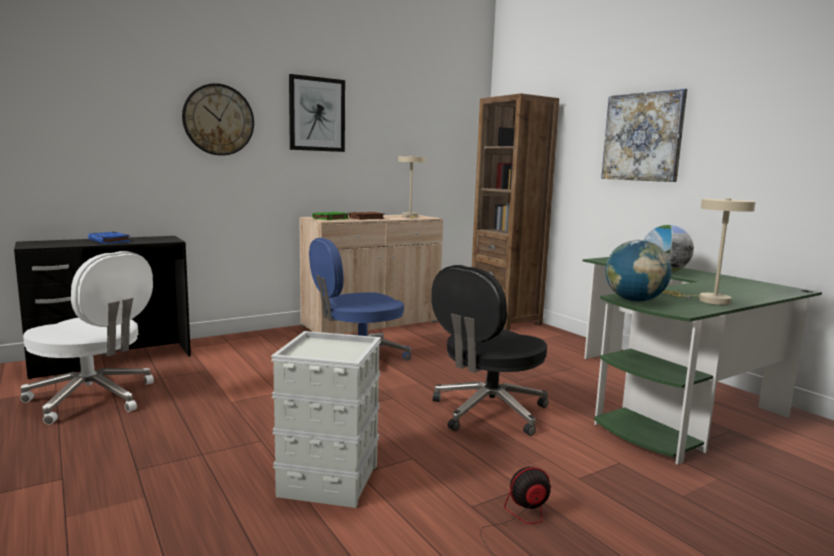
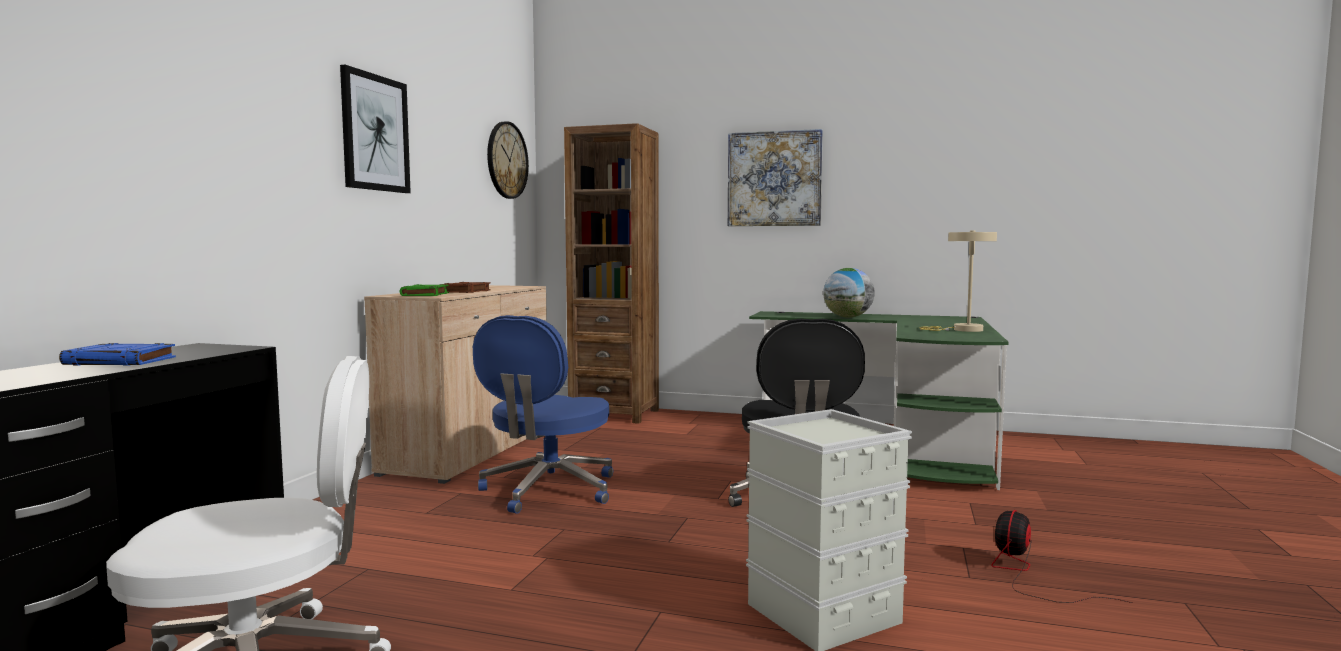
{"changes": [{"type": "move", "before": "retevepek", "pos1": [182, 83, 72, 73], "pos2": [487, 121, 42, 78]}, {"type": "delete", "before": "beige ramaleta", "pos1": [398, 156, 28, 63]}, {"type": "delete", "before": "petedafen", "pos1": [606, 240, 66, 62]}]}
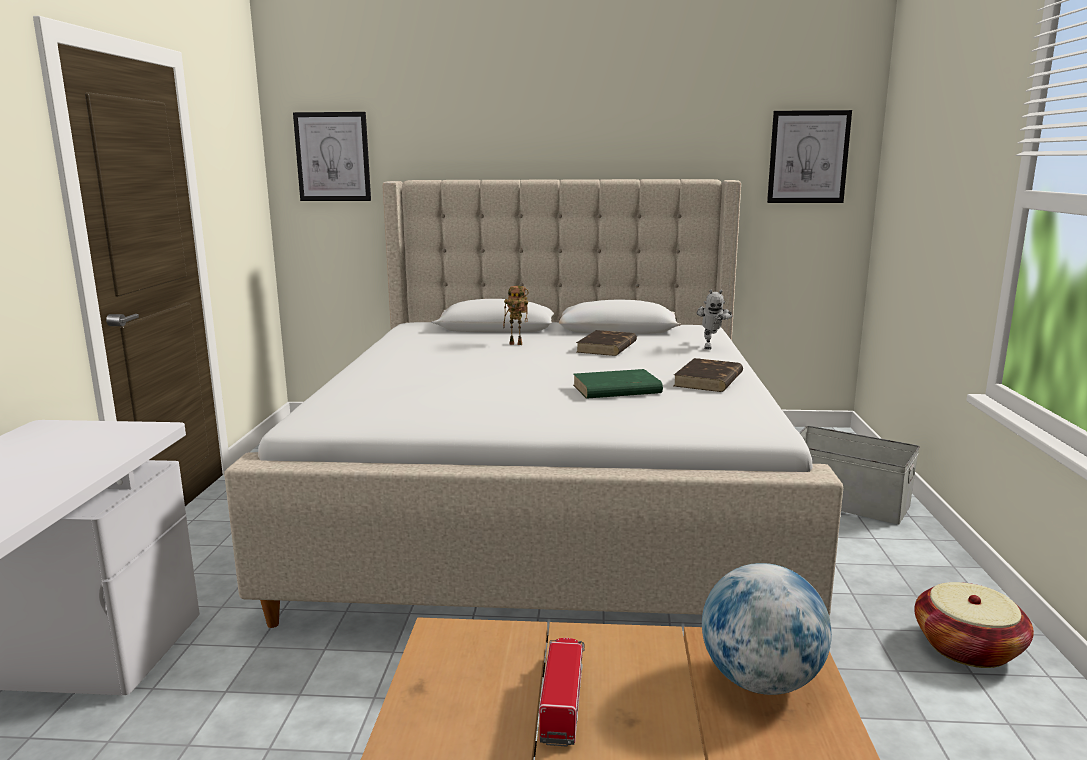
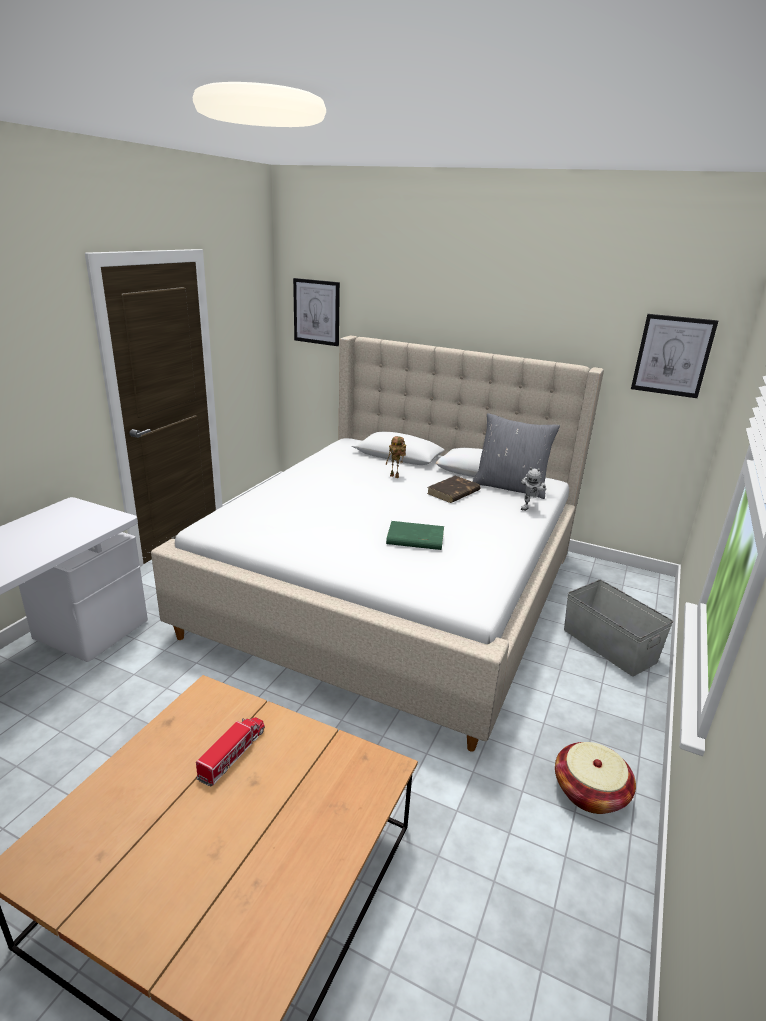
{"changes": [{"type": "delete", "before": "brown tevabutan", "pos1": [674, 358, 69, 34]}, {"type": "delete", "before": "petedafen", "pos1": [702, 563, 130, 132]}, {"type": "insert", "after": "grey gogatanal", "pos2": [473, 413, 87, 86]}]}
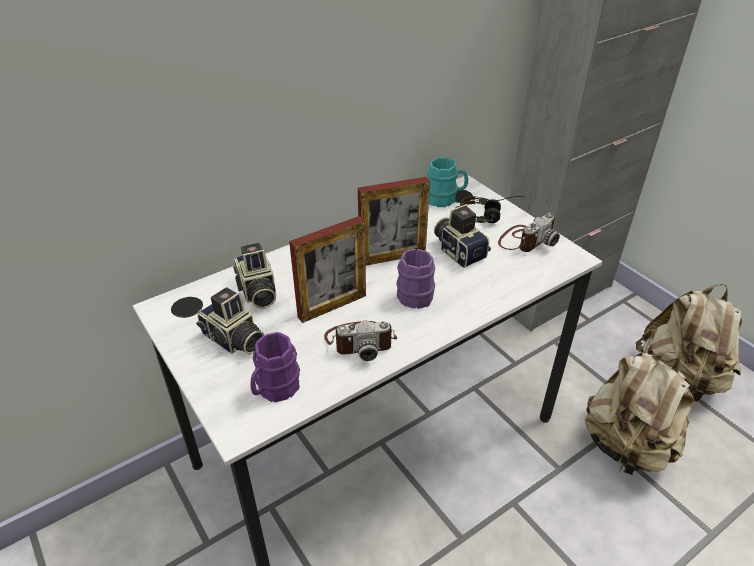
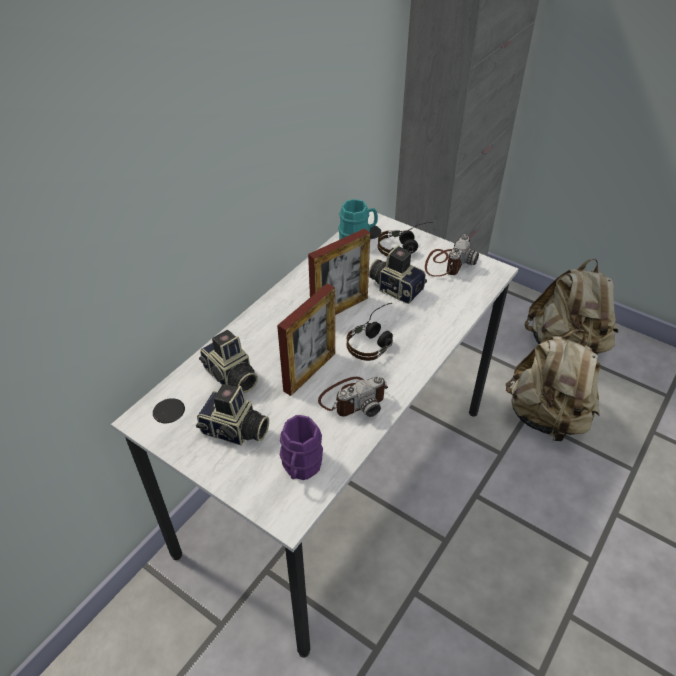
{"changes": [{"type": "replace", "before": "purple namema", "after": "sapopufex", "pos1": [396, 249, 39, 60], "pos2": [347, 303, 46, 58]}]}
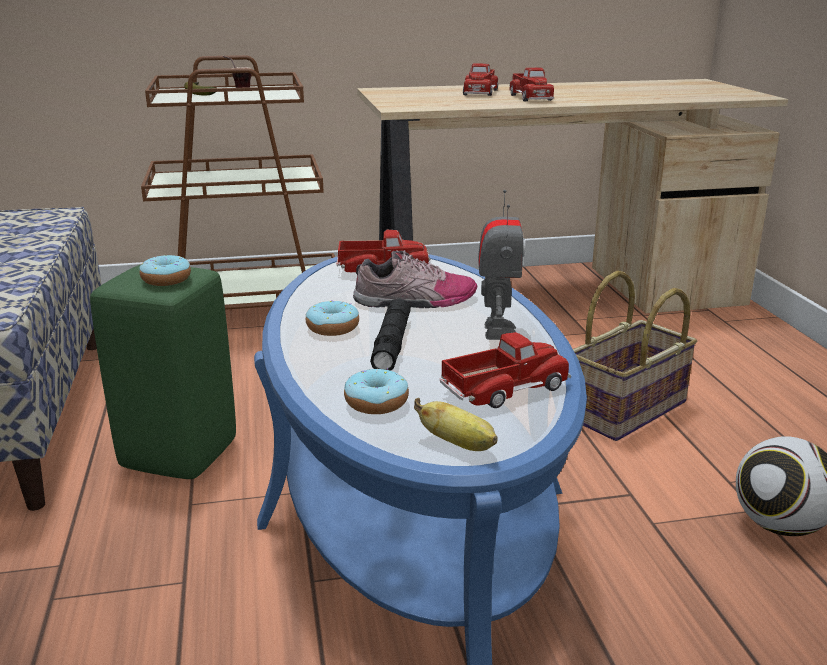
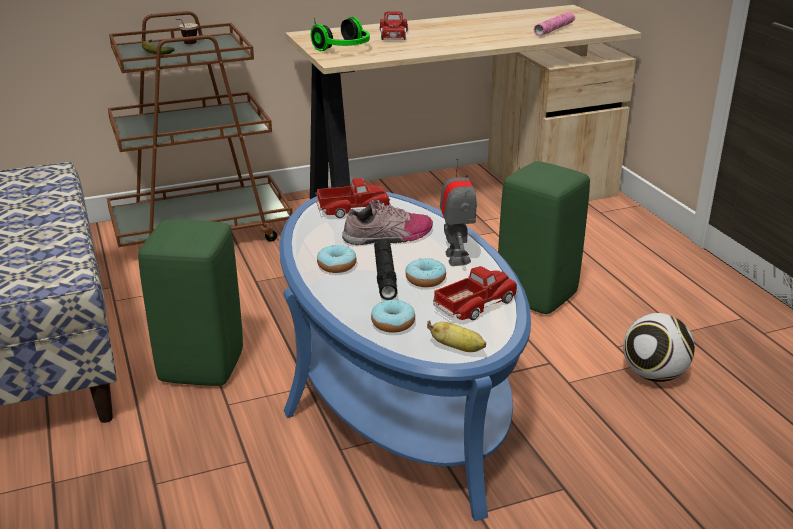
{"changes": [{"type": "move", "before": "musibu", "pos1": [139, 255, 52, 31], "pos2": [405, 258, 41, 29]}, {"type": "delete", "before": "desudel", "pos1": [509, 68, 45, 33]}, {"type": "replace", "before": "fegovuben", "after": "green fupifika", "pos1": [573, 271, 124, 170], "pos2": [498, 161, 92, 153]}, {"type": "insert", "after": "sapopufex", "pos2": [311, 17, 59, 34]}, {"type": "insert", "after": "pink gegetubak", "pos2": [534, 12, 41, 24]}]}
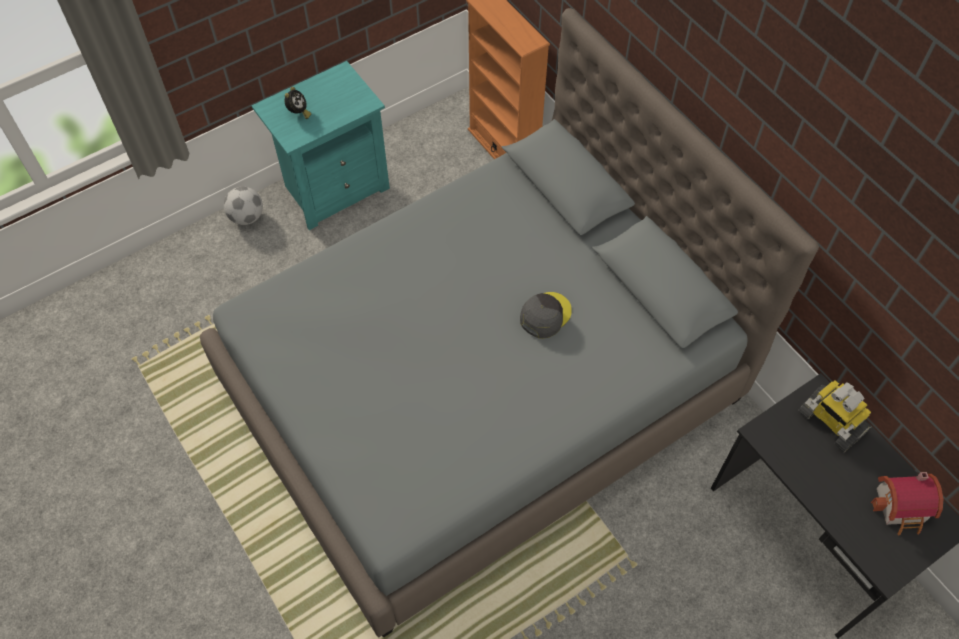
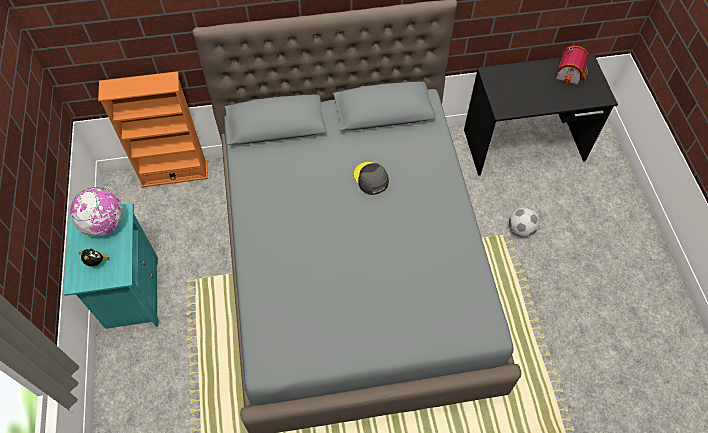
{"changes": [{"type": "move", "before": "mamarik", "pos1": [224, 187, 39, 38], "pos2": [509, 207, 31, 30]}, {"type": "delete", "before": "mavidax", "pos1": [798, 380, 73, 72]}, {"type": "insert", "after": "petedafen", "pos2": [70, 187, 53, 50]}]}
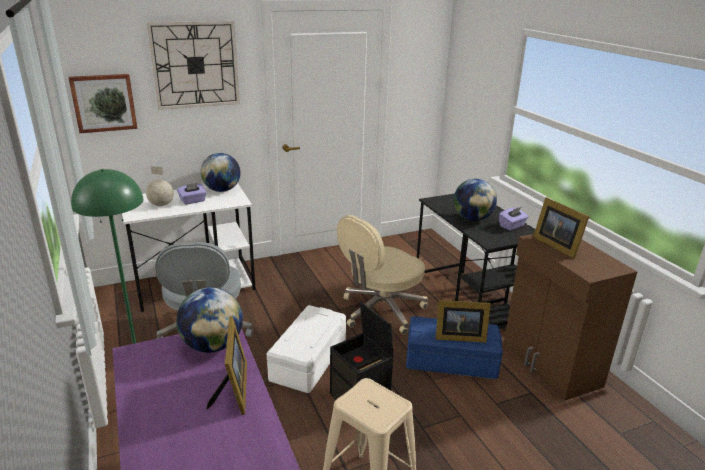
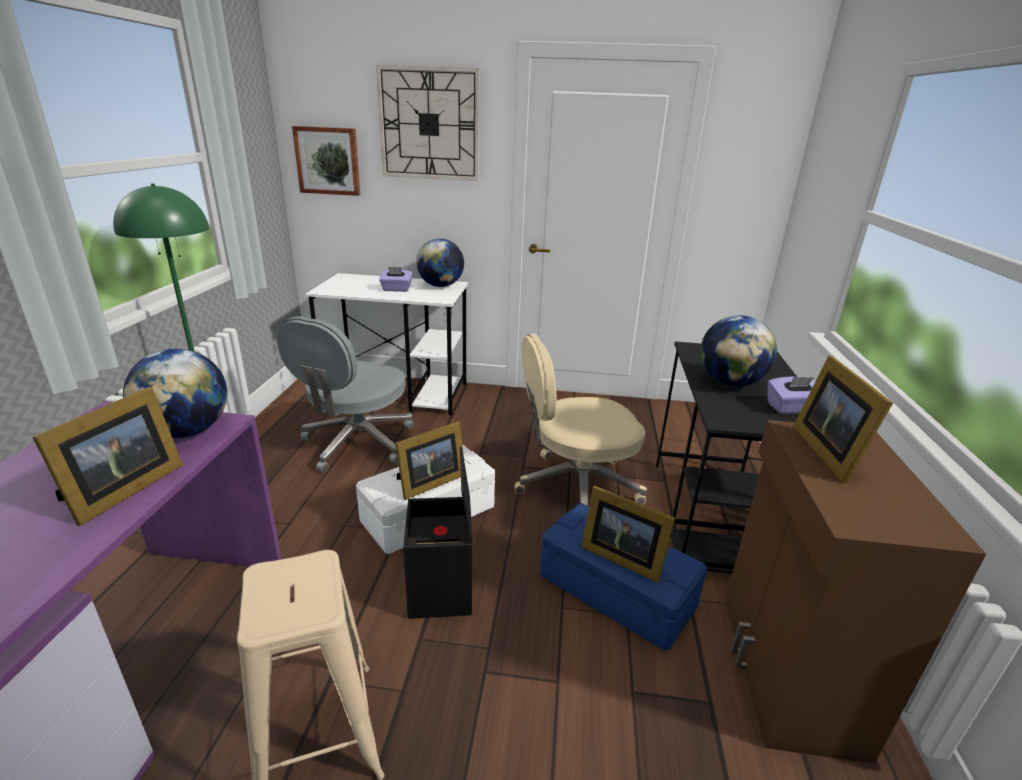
{"changes": [{"type": "delete", "before": "petedafen", "pos1": [146, 166, 28, 40]}, {"type": "insert", "after": "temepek", "pos2": [395, 421, 69, 79]}]}
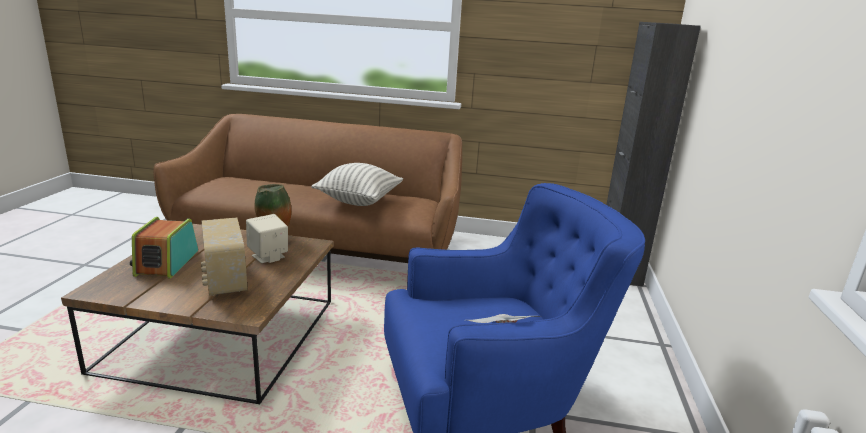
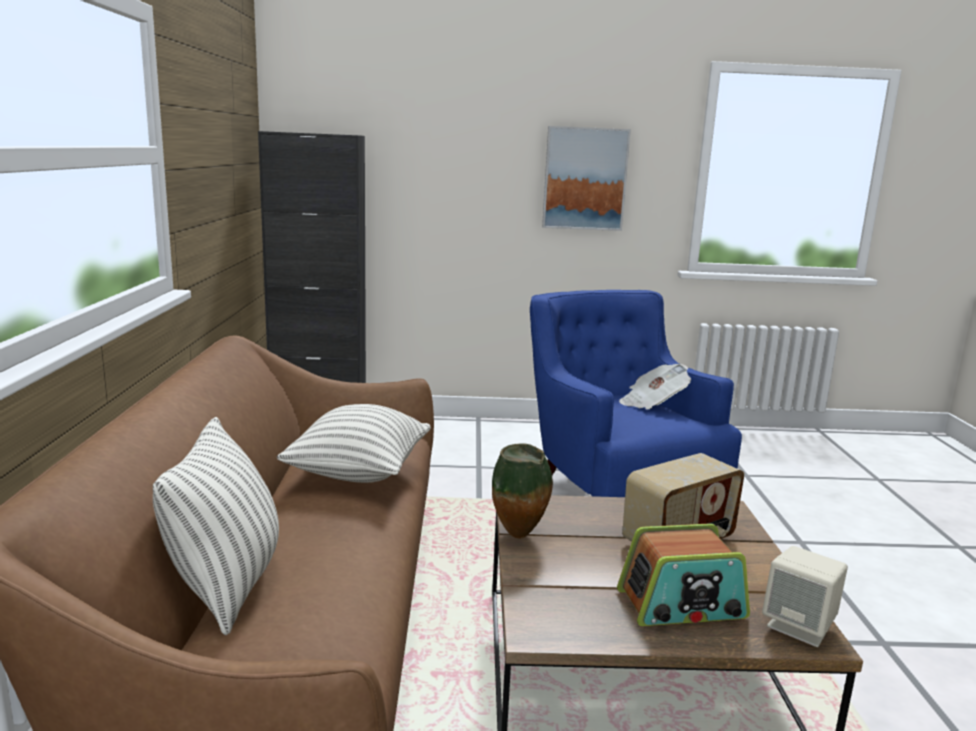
{"changes": [{"type": "move", "before": "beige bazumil", "pos1": [246, 214, 42, 49], "pos2": [762, 546, 86, 101]}, {"type": "insert", "after": "gogatanal", "pos2": [153, 417, 126, 218]}, {"type": "insert", "after": "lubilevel", "pos2": [542, 126, 89, 105]}]}
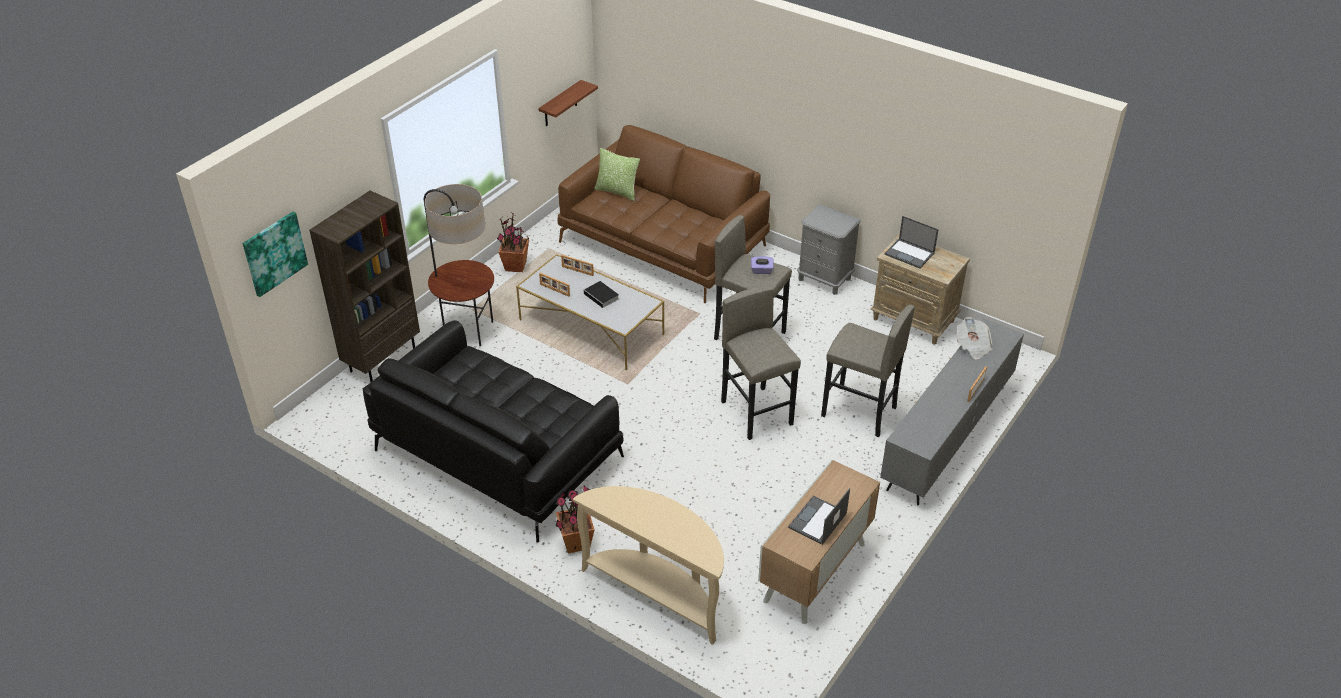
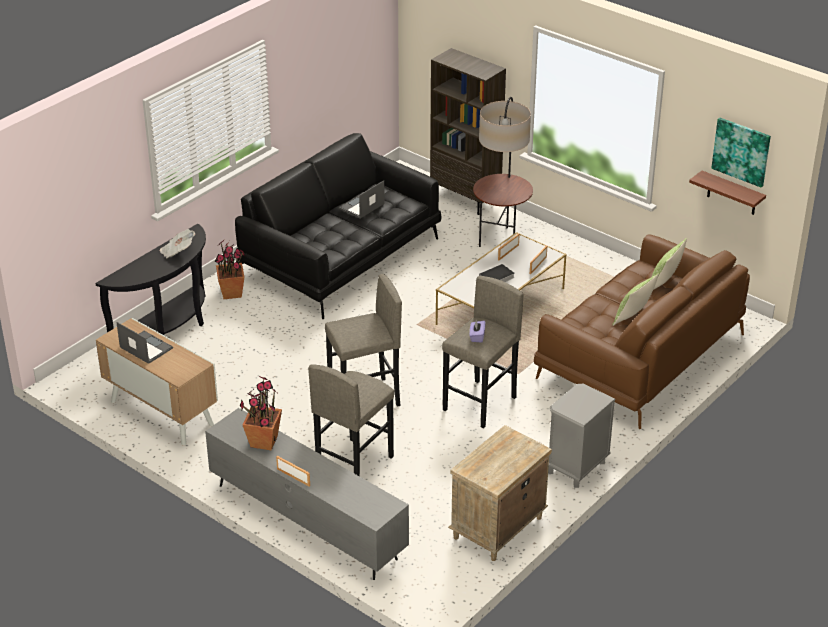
{"changes": [{"type": "move", "before": "lubilevel", "pos1": [243, 211, 65, 86], "pos2": [711, 118, 60, 70]}, {"type": "move", "before": "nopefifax", "pos1": [497, 213, 32, 59], "pos2": [240, 376, 42, 74]}, {"type": "recolor", "before": "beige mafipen", "after": "black mafipen", "pos1": [573, 486, 151, 159], "pos2": [96, 224, 110, 112]}, {"type": "move", "before": "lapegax", "pos1": [885, 216, 54, 52], "pos2": [339, 181, 46, 38]}, {"type": "move", "before": "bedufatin", "pos1": [957, 317, 36, 43], "pos2": [160, 229, 35, 29]}, {"type": "insert", "after": "gogatanal", "pos2": [612, 273, 47, 53]}]}
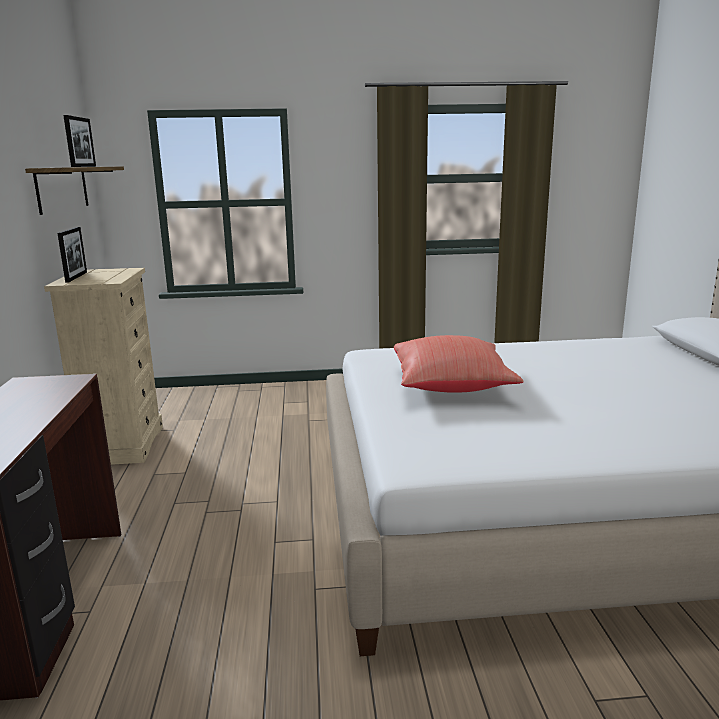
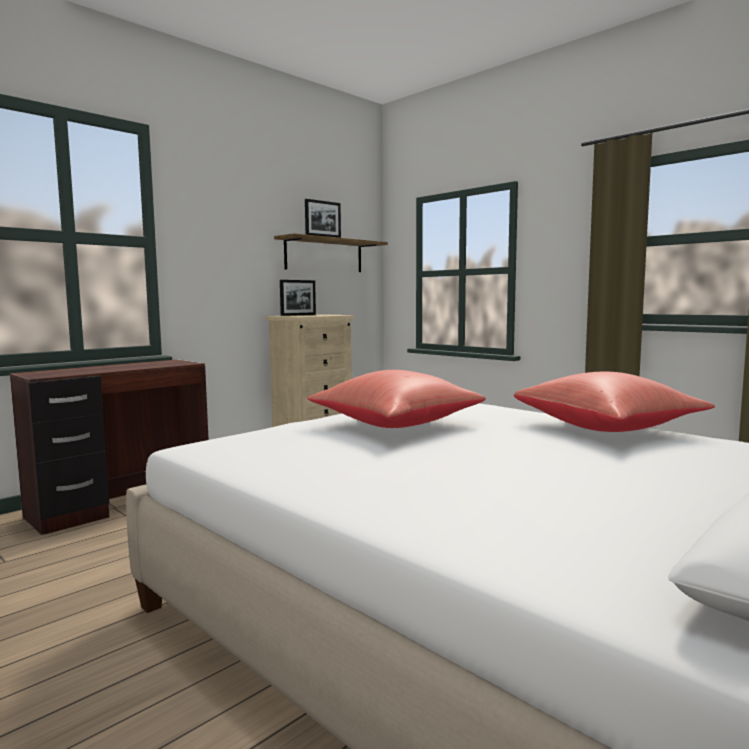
{"changes": [{"type": "insert", "after": "red gogatanal", "pos2": [514, 372, 201, 60]}]}
